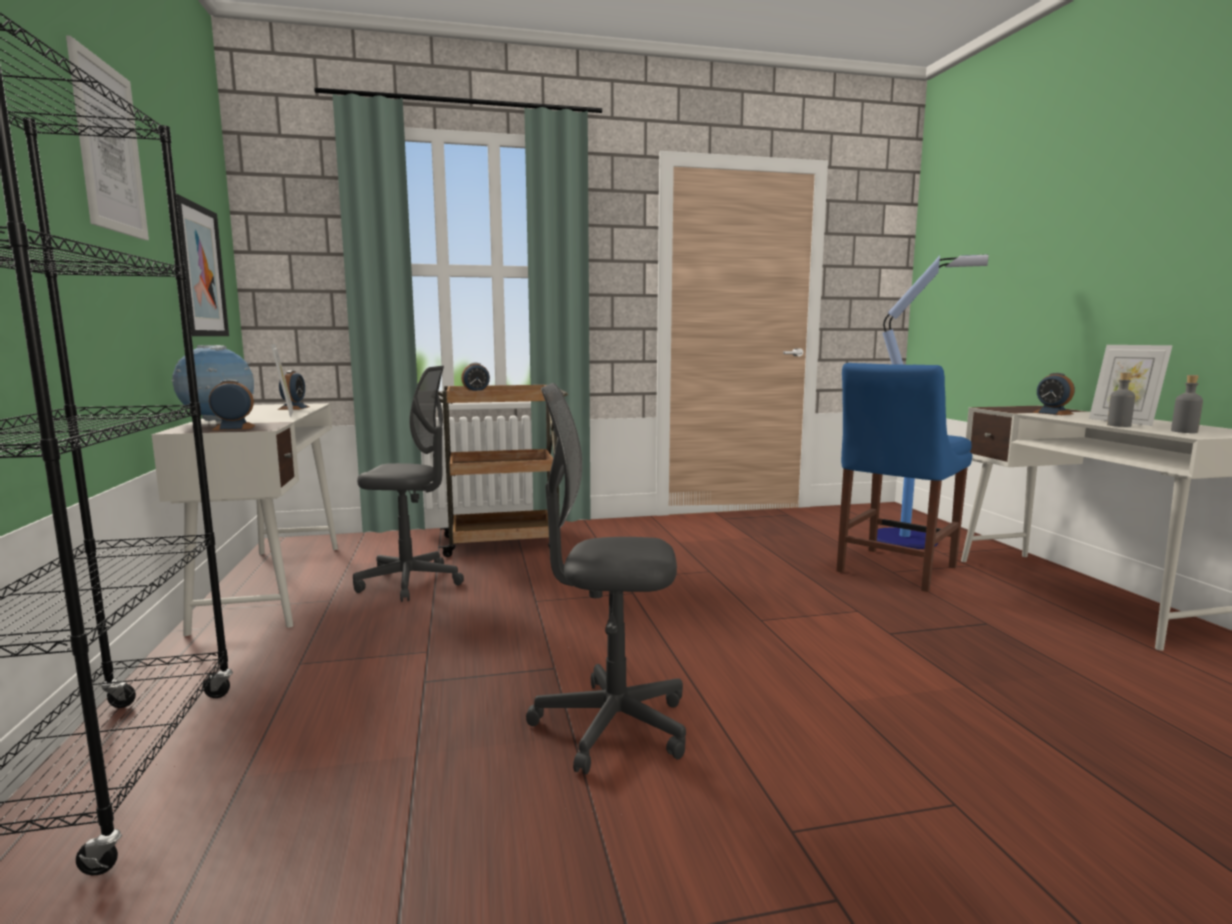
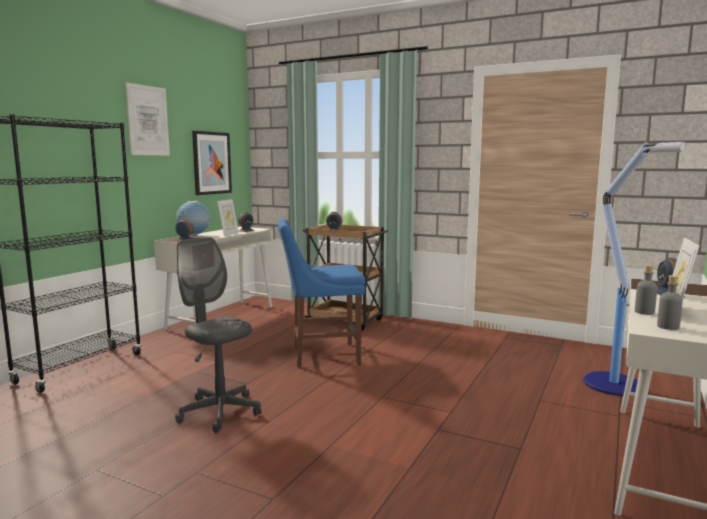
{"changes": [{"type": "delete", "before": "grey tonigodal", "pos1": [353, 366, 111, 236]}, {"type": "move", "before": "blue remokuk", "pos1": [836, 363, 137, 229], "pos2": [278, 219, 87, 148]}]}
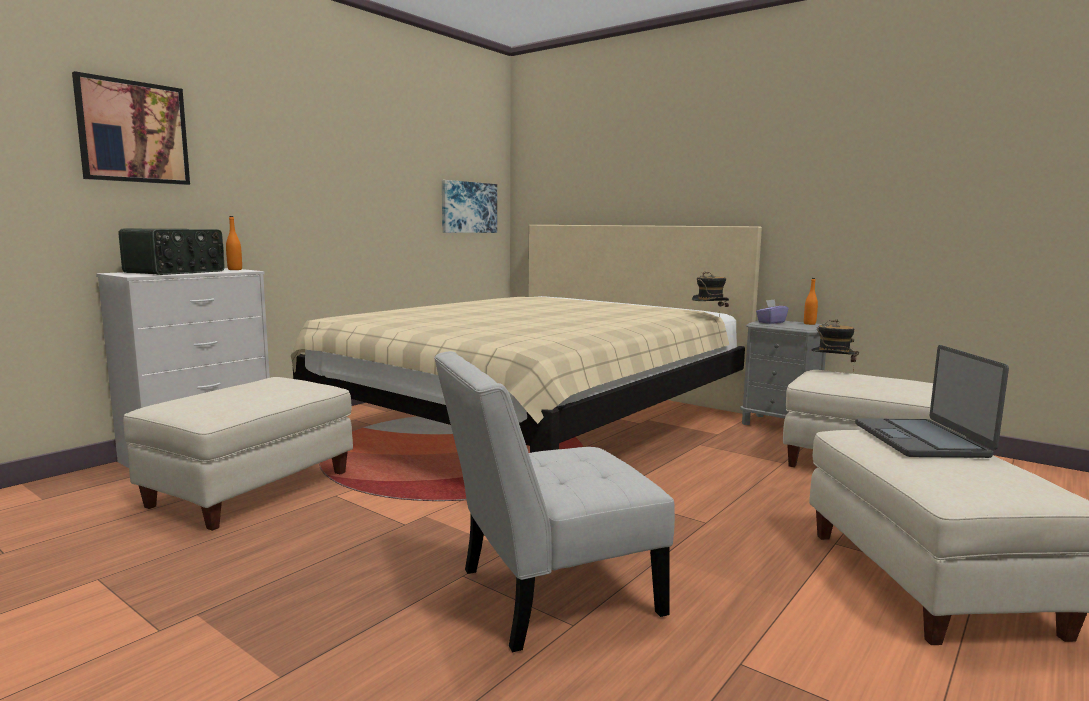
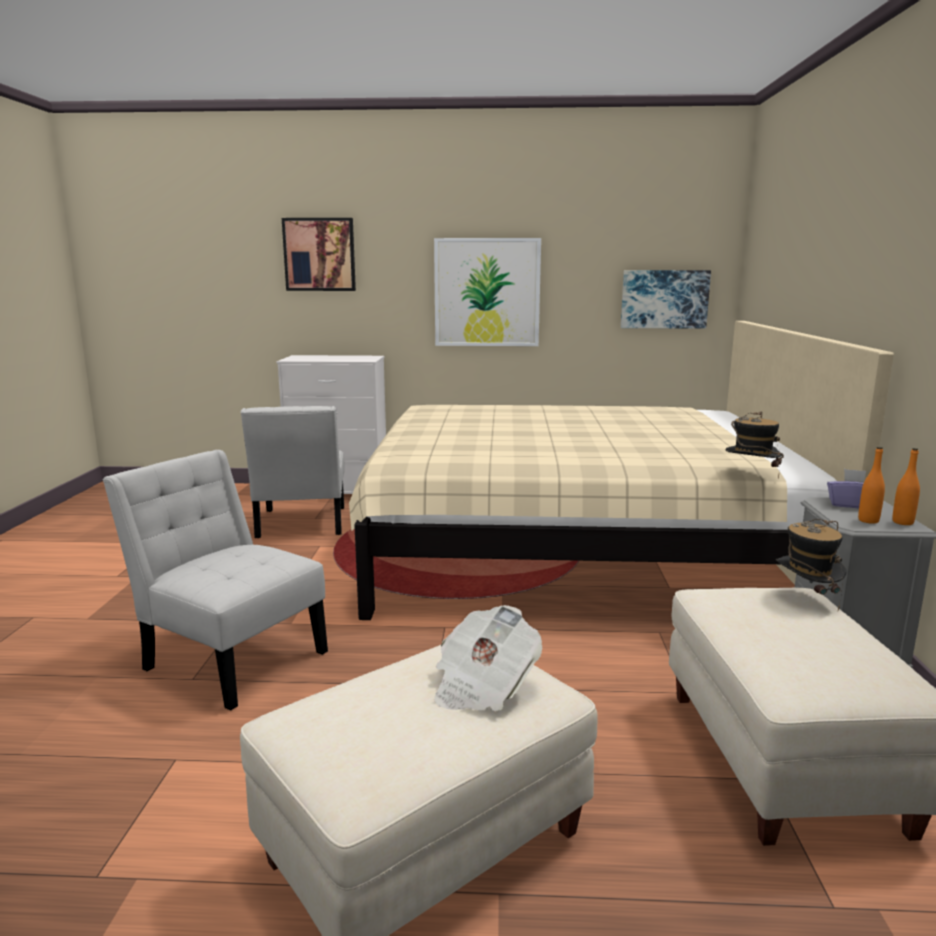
{"changes": [{"type": "delete", "before": "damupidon", "pos1": [119, 229, 106, 46]}, {"type": "replace", "before": "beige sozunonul", "after": "white remokuk", "pos1": [123, 377, 230, 154], "pos2": [241, 406, 103, 132]}, {"type": "move", "before": "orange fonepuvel", "pos1": [226, 216, 16, 54], "pos2": [858, 447, 27, 77]}, {"type": "replace", "before": "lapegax", "after": "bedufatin", "pos1": [855, 345, 154, 113], "pos2": [434, 605, 108, 106]}, {"type": "insert", "after": "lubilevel", "pos2": [434, 238, 107, 108]}]}
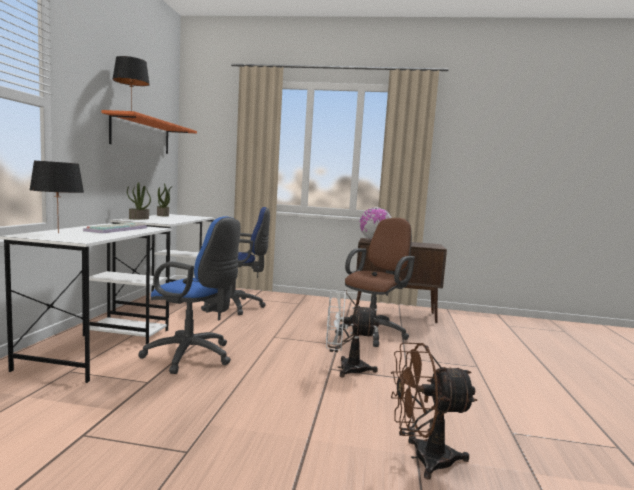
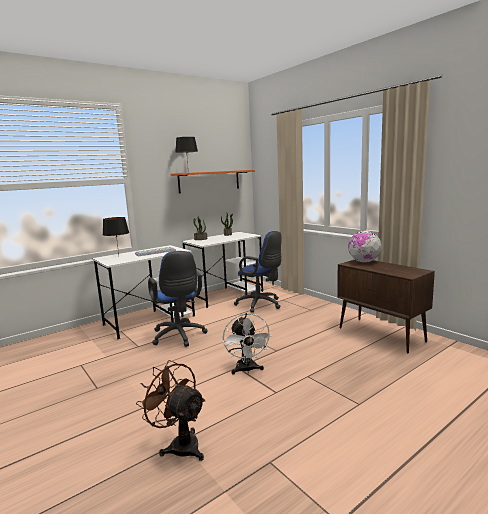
{"changes": [{"type": "rotate", "before": "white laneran", "pos1": [326, 289, 53, 88], "pos2": [223, 313, 49, 62], "turn": -150}, {"type": "delete", "before": "brown tonigodal", "pos1": [335, 218, 80, 129]}]}
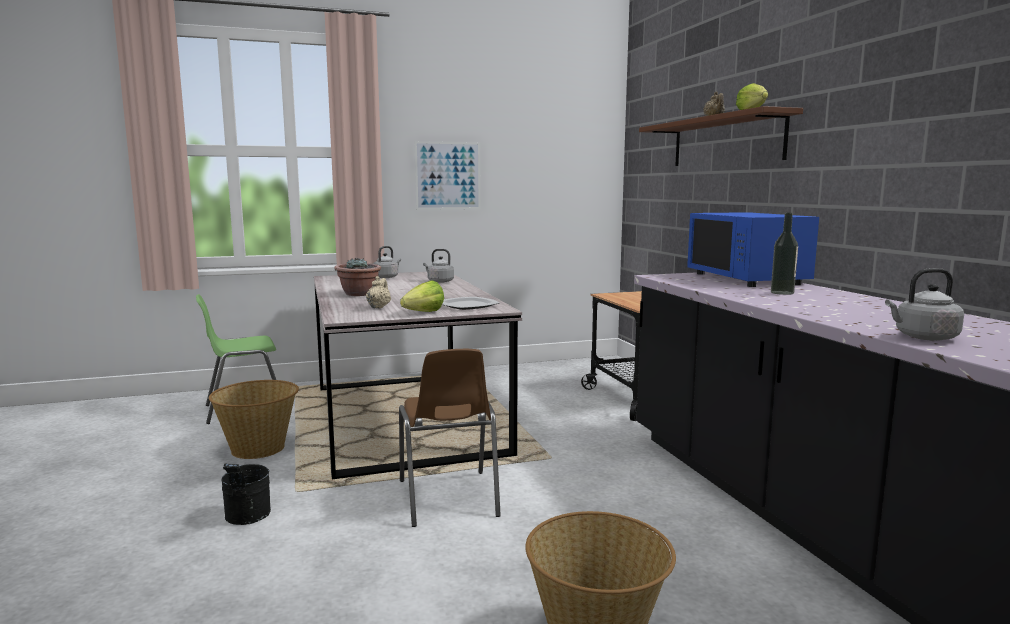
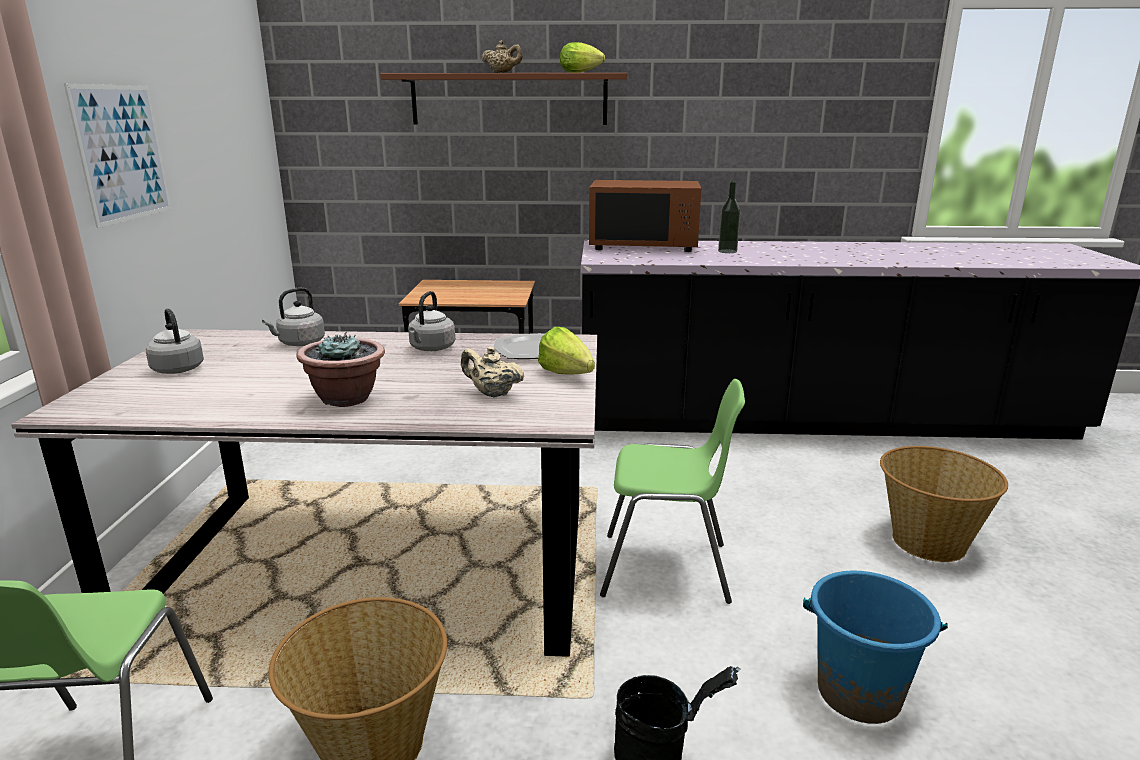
{"changes": [{"type": "recolor", "before": "brown remokuk", "after": "green remokuk", "pos1": [399, 349, 102, 178], "pos2": [600, 379, 145, 225]}, {"type": "recolor", "before": "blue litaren", "after": "brown litaren", "pos1": [687, 212, 132, 75], "pos2": [589, 180, 112, 72]}, {"type": "move", "before": "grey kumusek", "pos1": [885, 268, 79, 73], "pos2": [408, 291, 47, 60]}, {"type": "insert", "after": "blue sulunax", "pos2": [803, 571, 145, 153]}]}
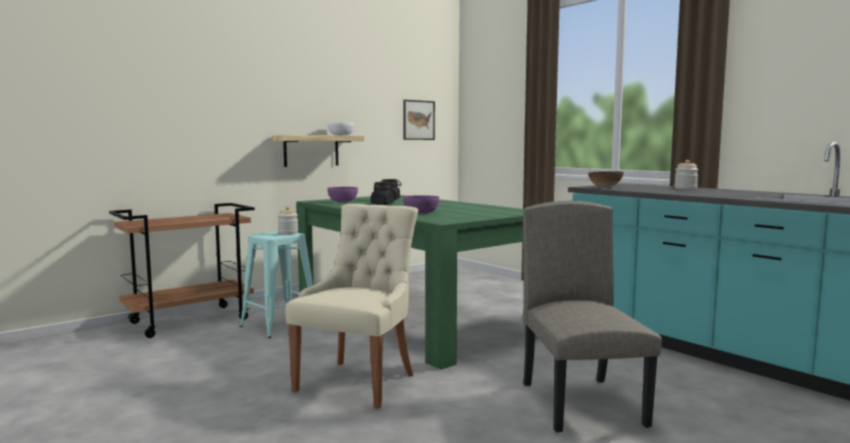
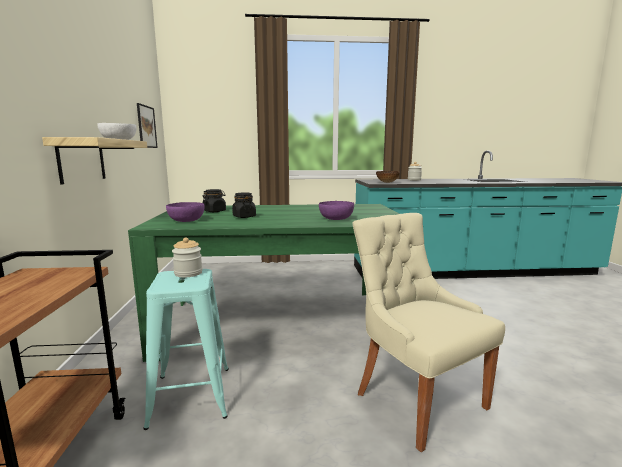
{"changes": [{"type": "delete", "before": "beige remokuk", "pos1": [523, 200, 139, 233]}]}
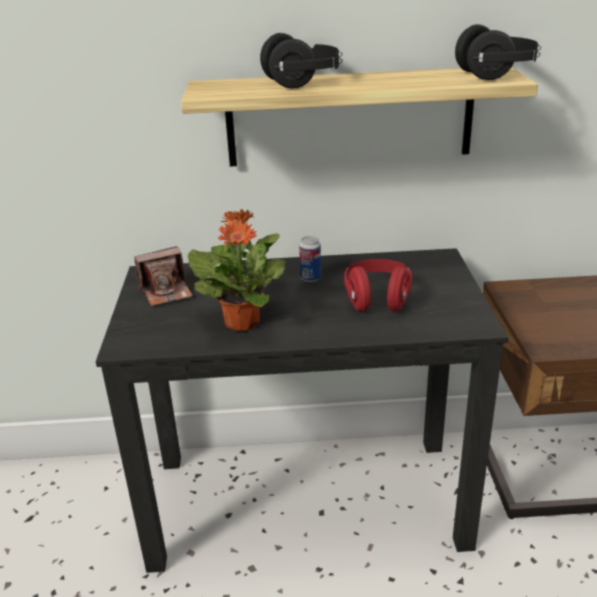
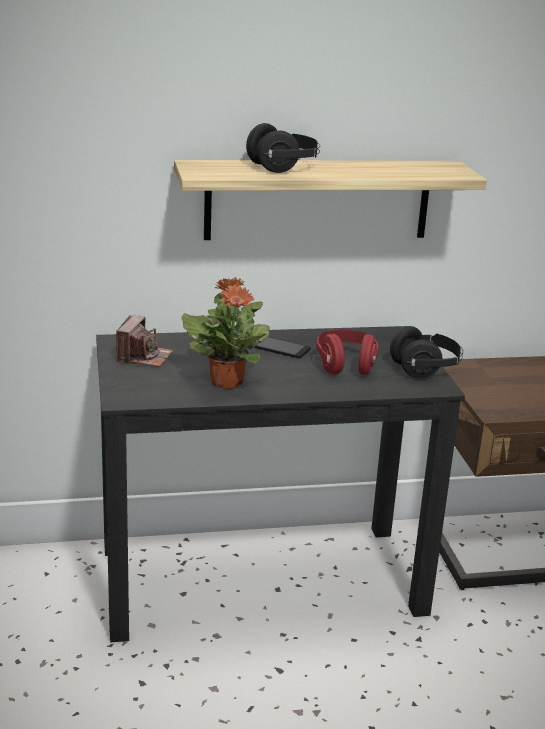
{"changes": [{"type": "rotate", "before": "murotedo", "pos1": [134, 246, 59, 60], "pos2": [116, 315, 58, 52], "turn": -45}, {"type": "replace", "before": "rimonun", "after": "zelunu", "pos1": [299, 236, 22, 46], "pos2": [250, 337, 61, 22]}, {"type": "move", "before": "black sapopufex", "pos1": [455, 24, 86, 56], "pos2": [390, 326, 73, 52]}]}
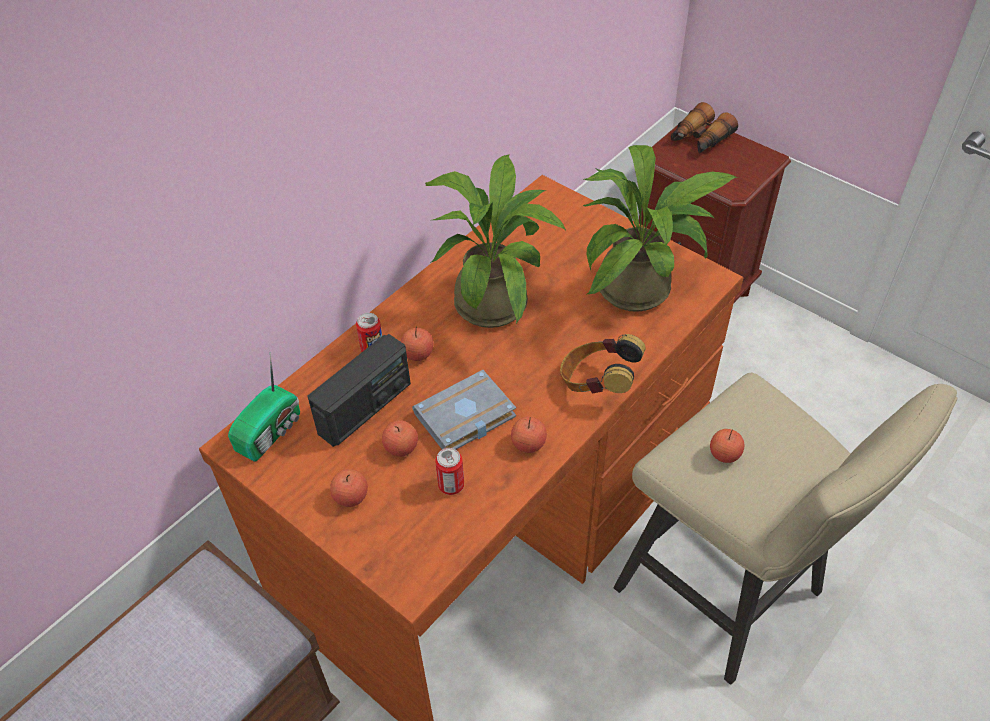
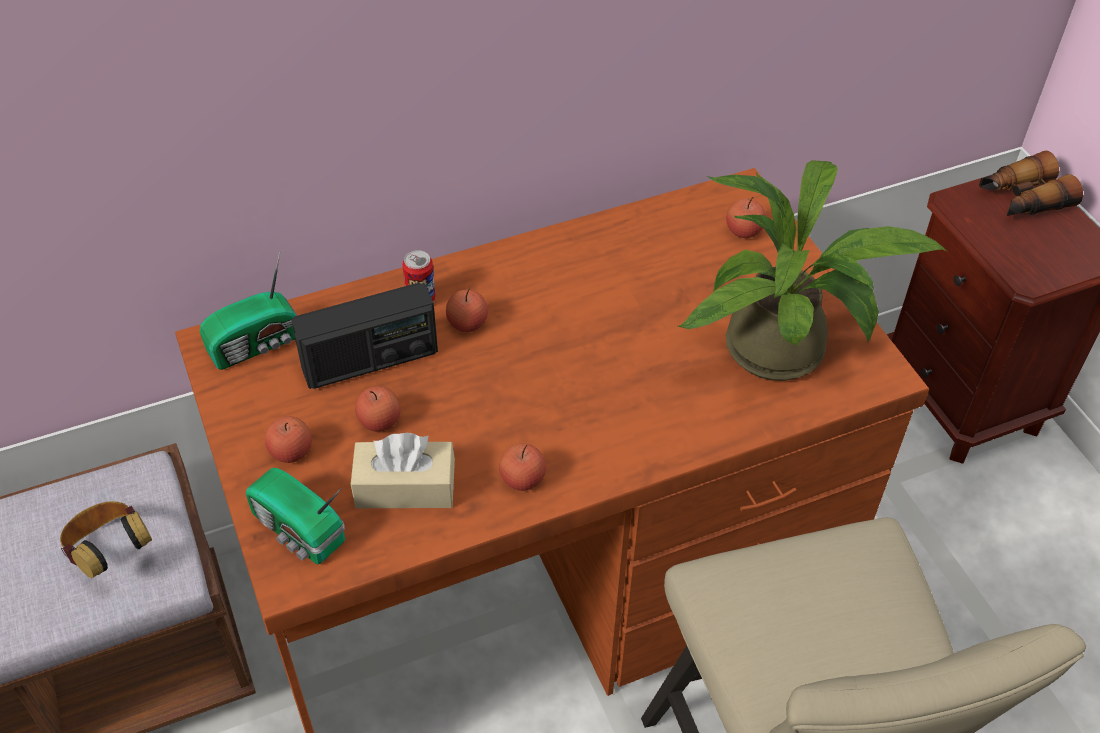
{"changes": [{"type": "delete", "before": "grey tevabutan", "pos1": [412, 370, 104, 79]}, {"type": "delete", "before": "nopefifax", "pos1": [425, 154, 141, 174]}, {"type": "replace", "before": "rimonun", "after": "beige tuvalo", "pos1": [435, 448, 29, 47], "pos2": [351, 433, 104, 75]}, {"type": "move", "before": "sapopufex", "pos1": [560, 334, 86, 60], "pos2": [60, 501, 92, 77]}, {"type": "move", "before": "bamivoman", "pos1": [710, 429, 35, 34], "pos2": [726, 197, 40, 41]}, {"type": "insert", "after": "damupidon", "pos2": [246, 468, 99, 96]}]}
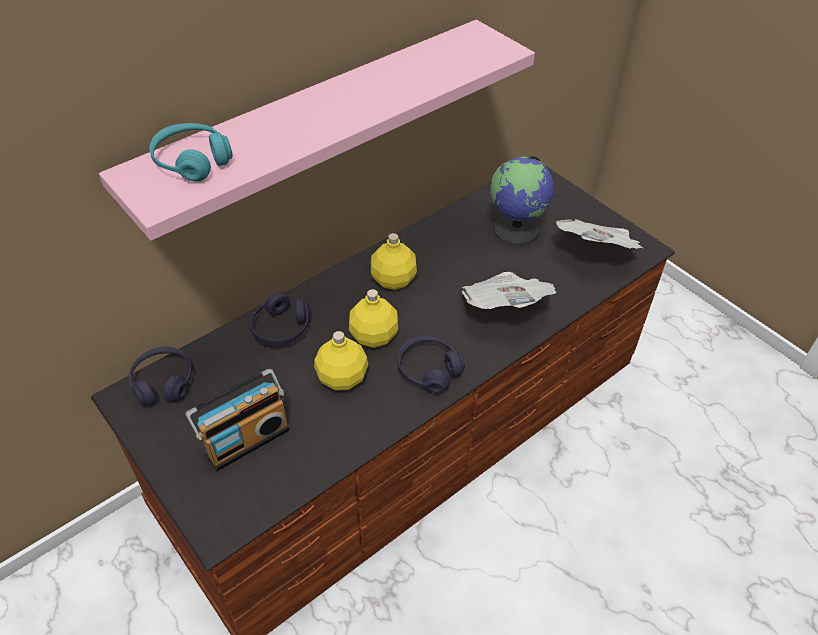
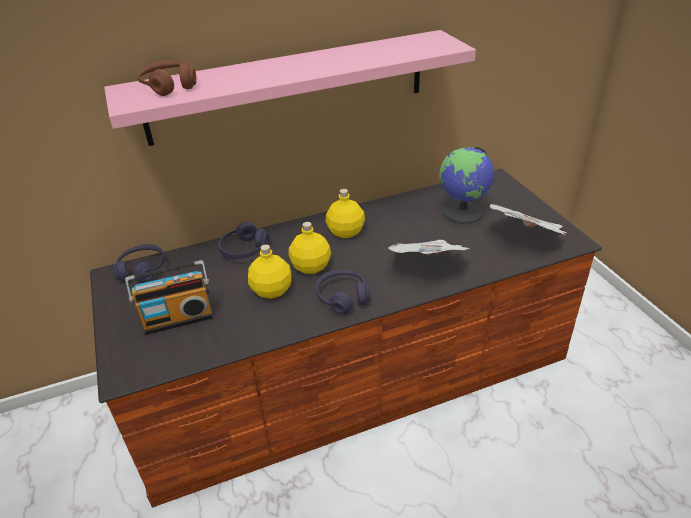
{"changes": [{"type": "recolor", "before": "turquoise sapopufex", "after": "brown sapopufex", "pos1": [149, 123, 83, 59], "pos2": [137, 61, 60, 35]}]}
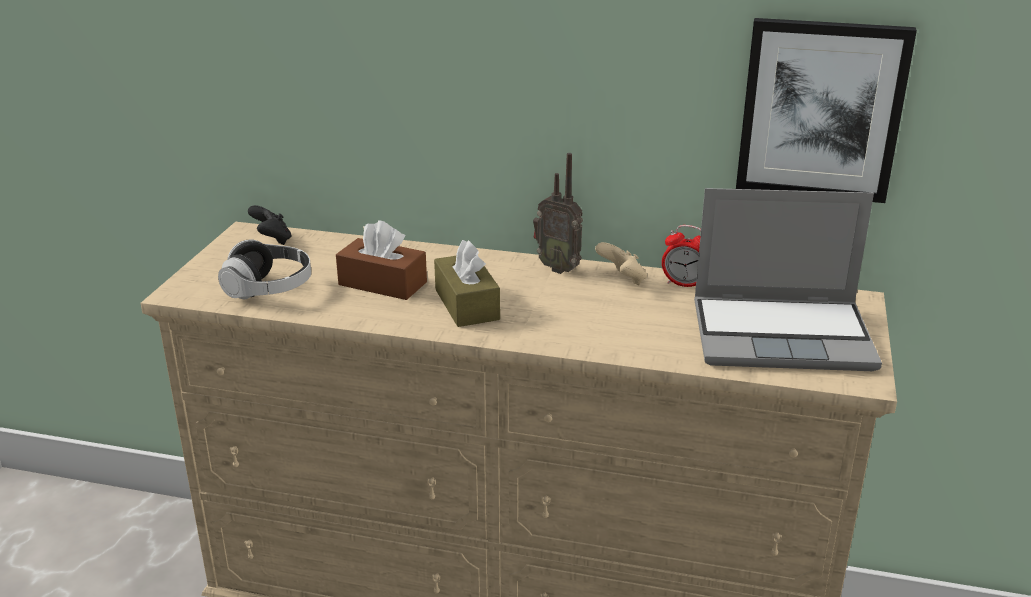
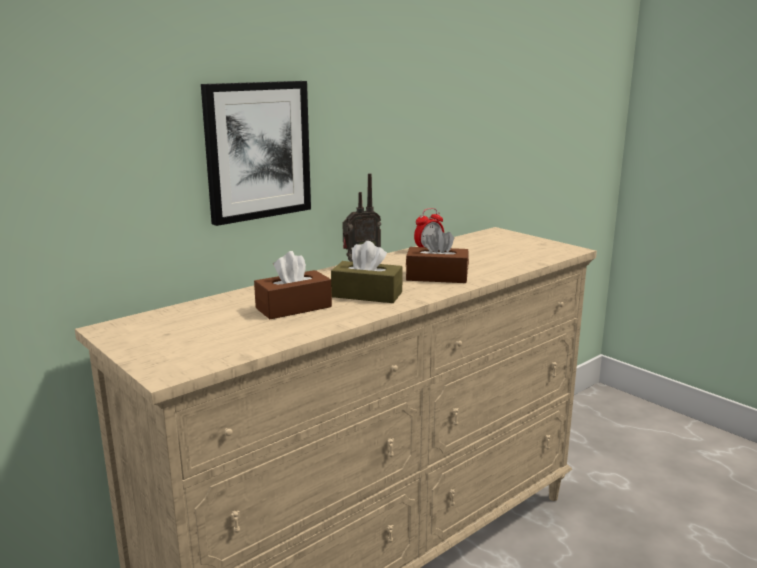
{"changes": [{"type": "delete", "before": "sapopufex", "pos1": [218, 240, 93, 59]}, {"type": "delete", "before": "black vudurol", "pos1": [248, 205, 44, 40]}, {"type": "delete", "before": "beige vudurol", "pos1": [595, 242, 52, 43]}, {"type": "delete", "before": "lapegax", "pos1": [694, 188, 188, 183]}, {"type": "move", "before": "lubilevel", "pos1": [736, 18, 181, 185], "pos2": [201, 81, 110, 145]}, {"type": "insert", "after": "brown tuvalo", "pos2": [406, 228, 63, 55]}]}
